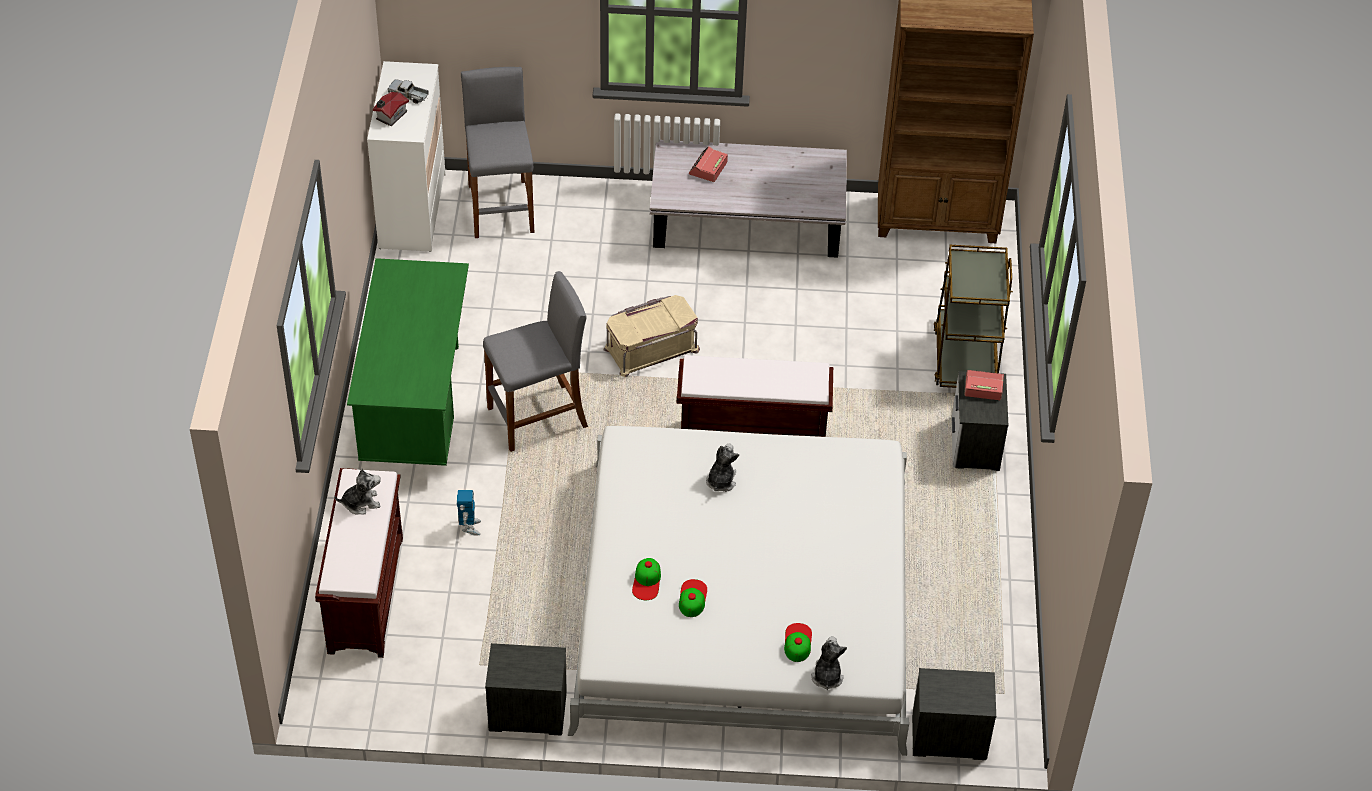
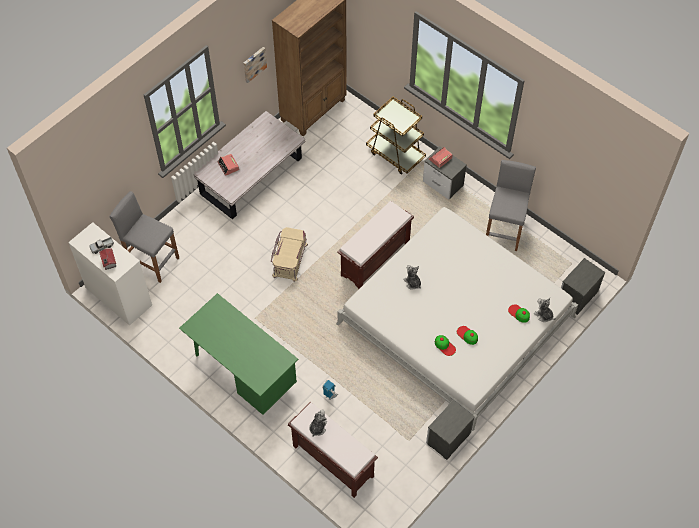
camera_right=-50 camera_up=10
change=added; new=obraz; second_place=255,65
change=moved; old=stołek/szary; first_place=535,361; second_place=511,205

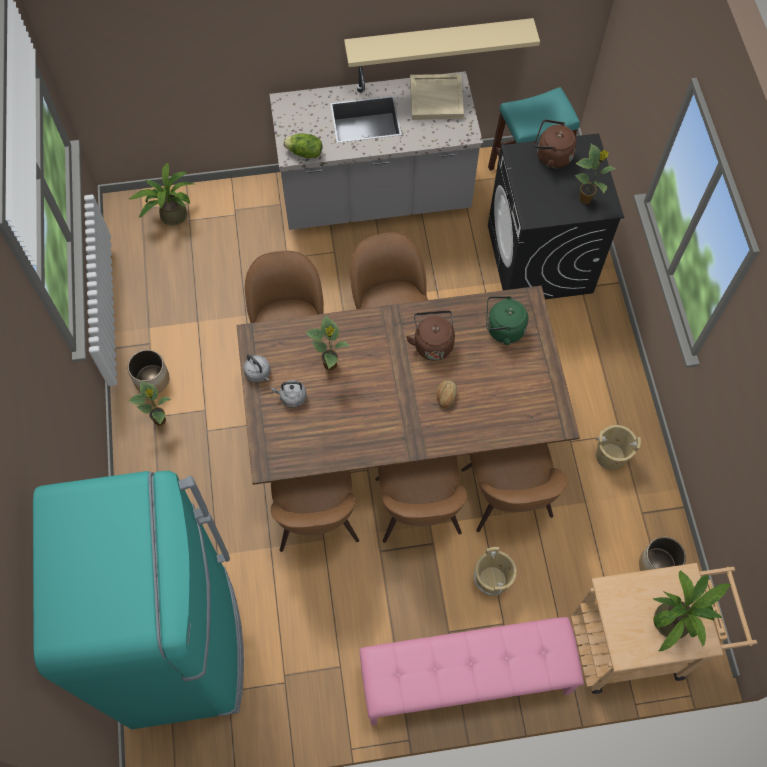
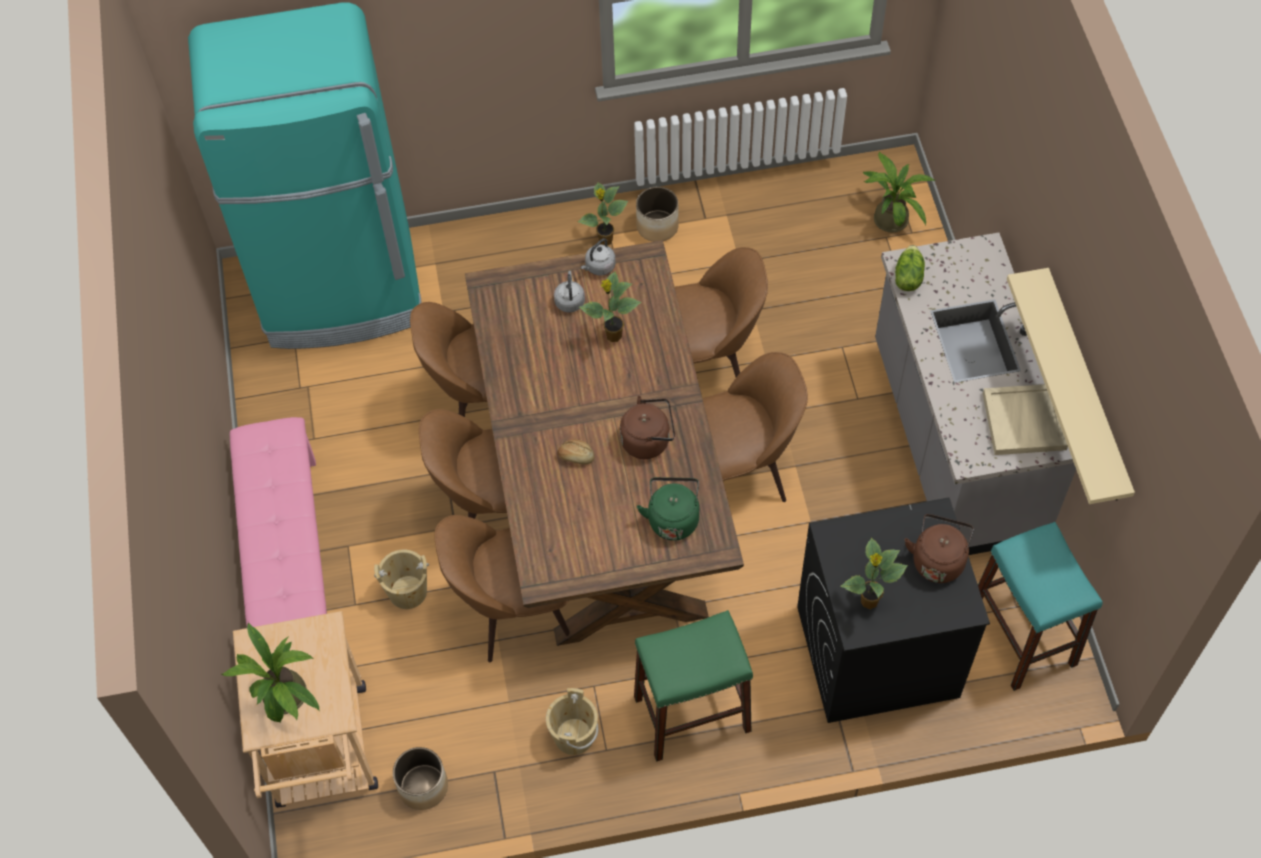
camera_right=90 camera_up=-5
change=added; new=stołek/zielony; second_place=693,686

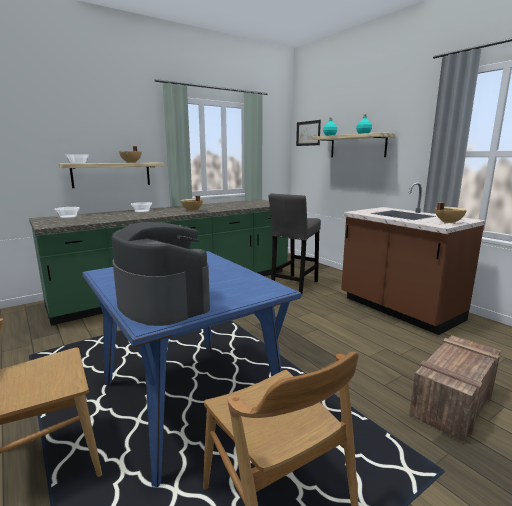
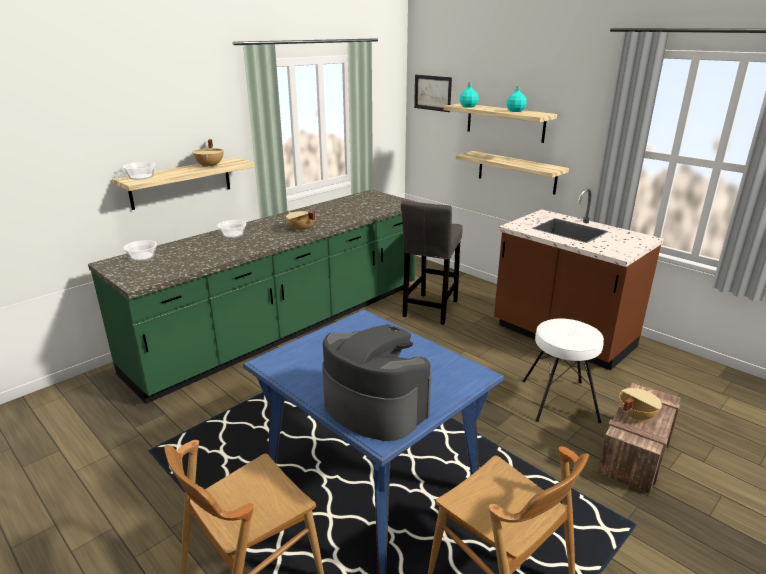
camera_right=-10 camera_up=10
change=added; new=półka; second_place=512,173
change=added; new=stołek/biały; second_place=563,370
change=moved; old=garnek/beżowy; first_place=451,213; second_place=640,404

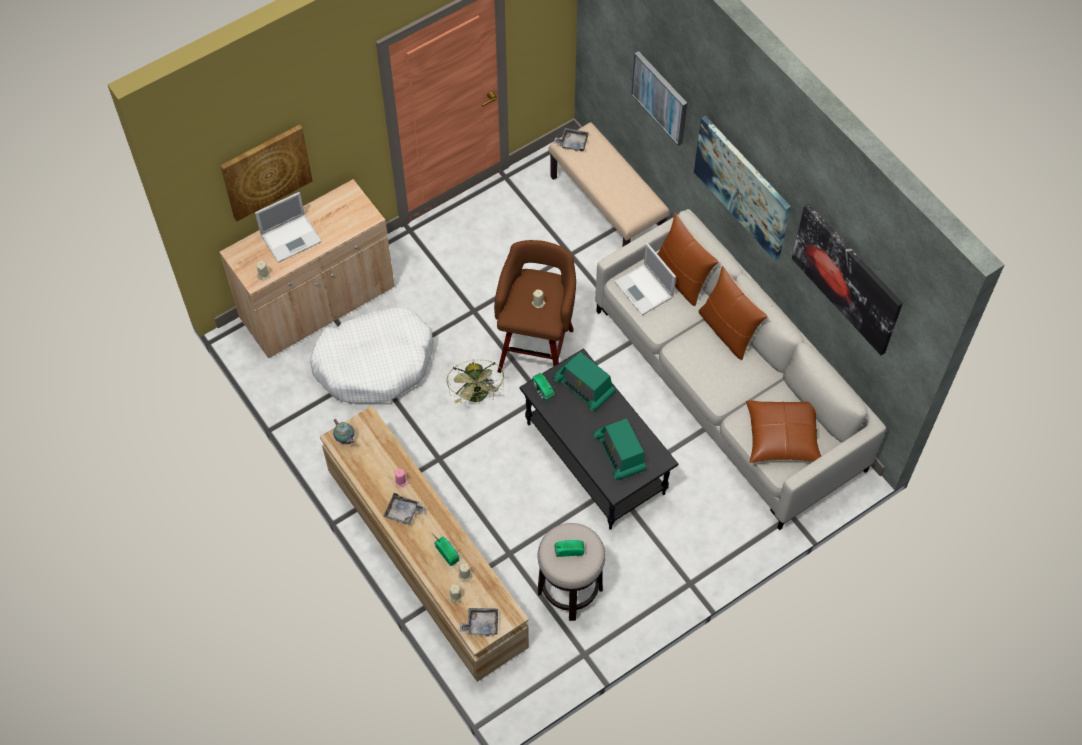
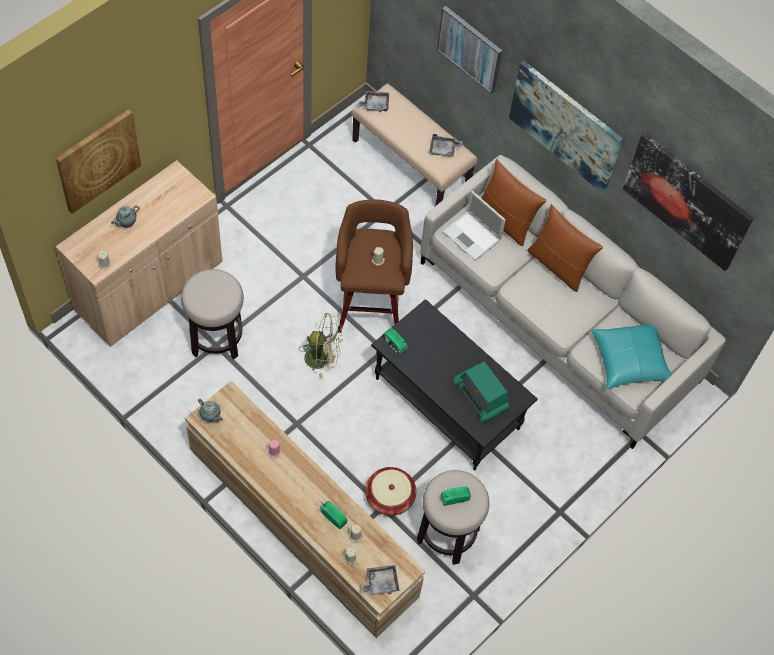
camera_right=-15 camera_up=0
change=removed; old=radio; first_place=584,382
change=added; new=koszyk; second_place=390,491
change=moved; old=taca/szary; first_place=404,509; second_place=446,145
change=replaced; old=laptop; new=imbryk; first_place=288,227; second_place=125,216
change=replaced; old=legowisko/biały; new=stołek; first_place=372,356; second_place=212,314
change=recoloured; old=poduszka/brązowy; new=poduszka/turkusowy; first_place=783,431; second_place=631,356
change=turned; old=wentylator/zielony; first_place=475,381; second_place=320,346; degrees=-60

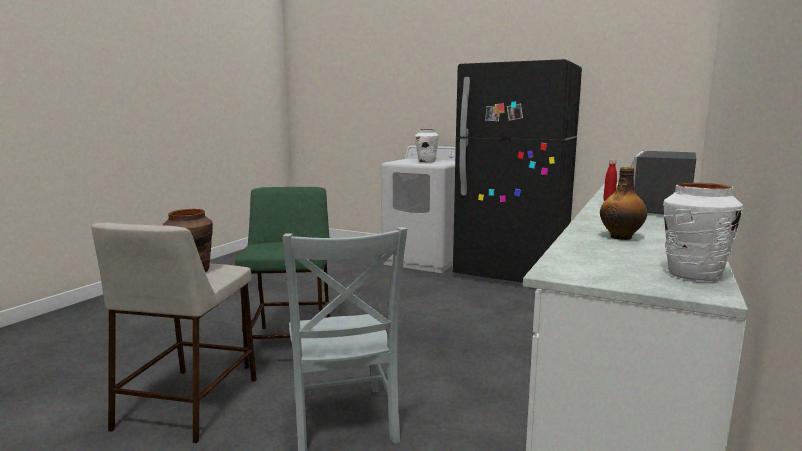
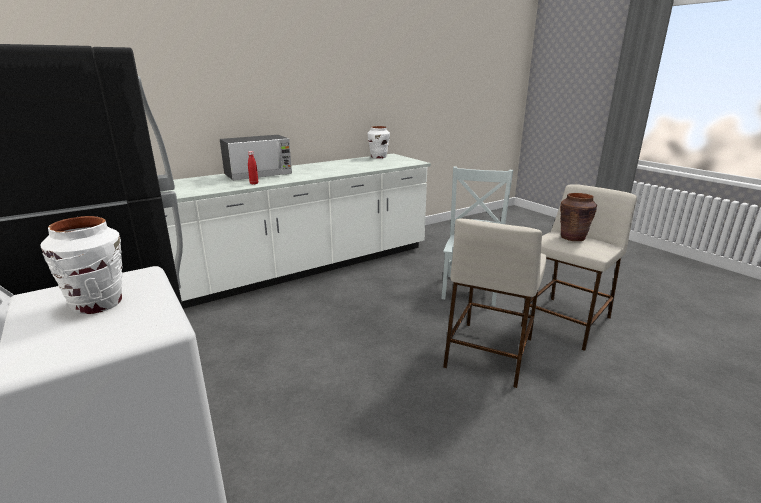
camera_right=-150 camera_up=10
change=removed; old=butelka; first_place=623,203
change=recoloured; old=stołek/zielony; new=stołek/beżowy; first_place=282,277; second_place=495,303

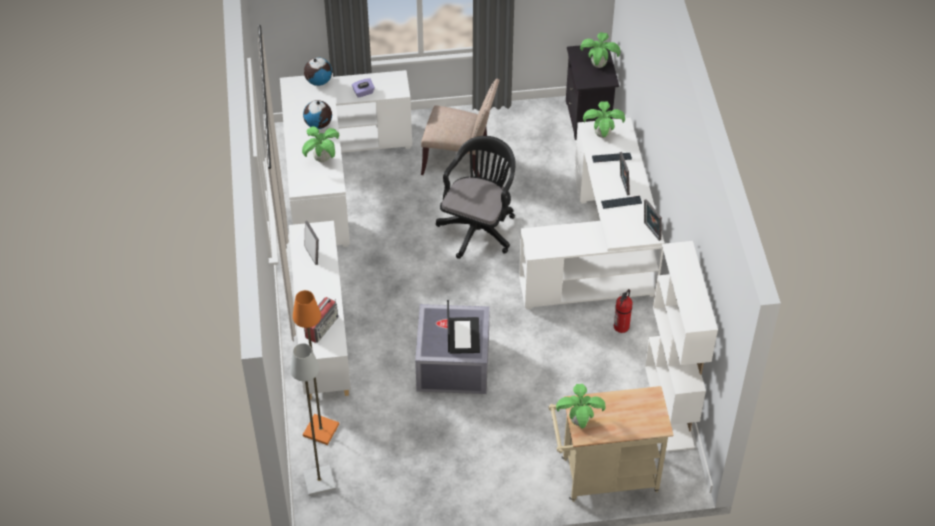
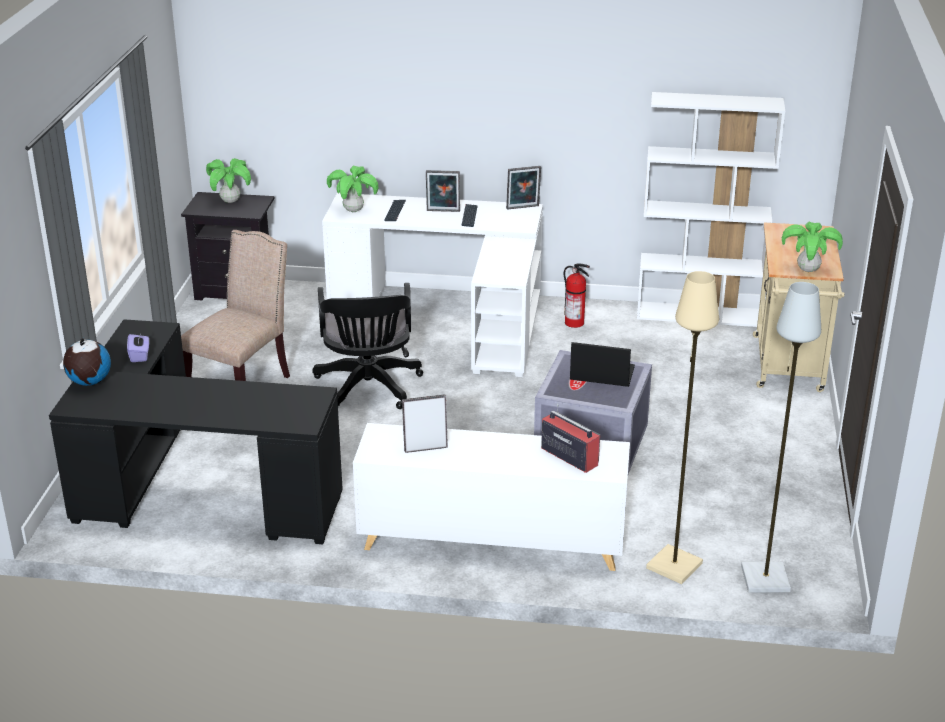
camera_right=-75 camera_up=-20
change=removed; old=roślina doniczkowa; first_place=320,144
change=removed; old=globus; first_place=317,114
change=recoloured; old=biurko/biały; new=biurko/czarny; first_place=346,158; second_place=196,431
change=recoloured; old=lampa stojąca/pomarańczowy; new=lampa stojąca/beżowy; first_place=316,367; second_place=682,427
change=turned; old=krzesło biurowe/czarny; first_place=476,197; second_place=367,346; degrees=-135

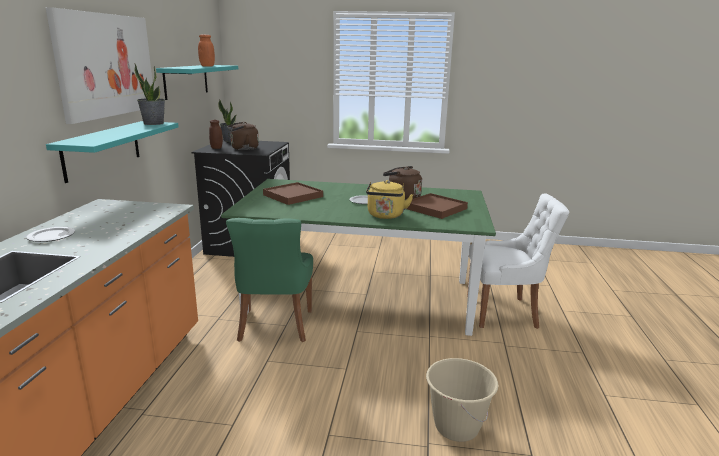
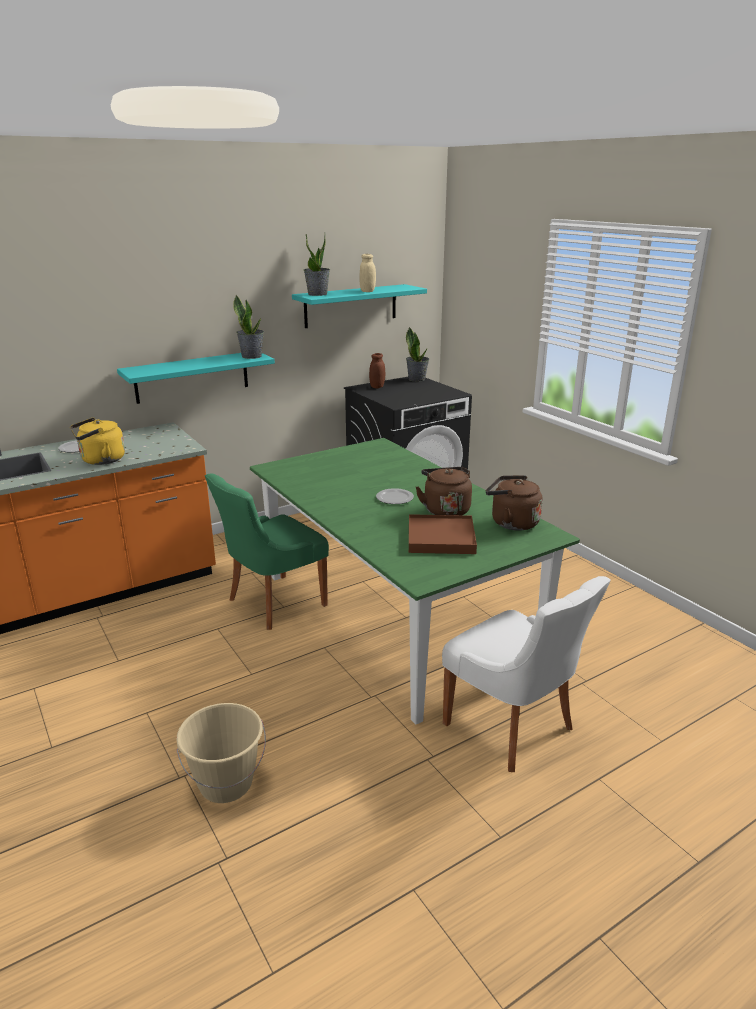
camera_right=50 camera_up=5
change=removed; old=obraz; first_place=100,65
change=removed; old=taca/brązowy; first_place=293,193
change=added; new=roślina doniczkowa; second_place=317,264
change=moved; old=czajnik/brązowy; first_place=243,136; second_place=514,503
change=moved; old=czajnik/żółty; first_place=390,199; second_place=97,441
change=recoloured; old=słoik/pomarańczowy; new=słoik/beżowy; first_place=206,50; second_place=367,273

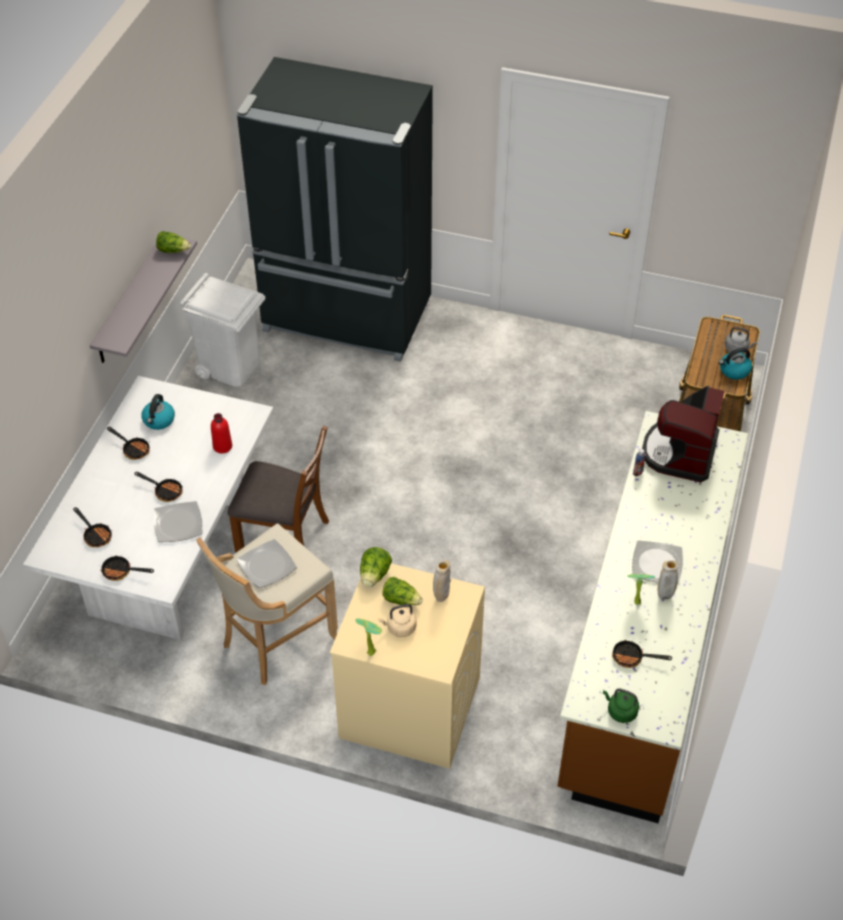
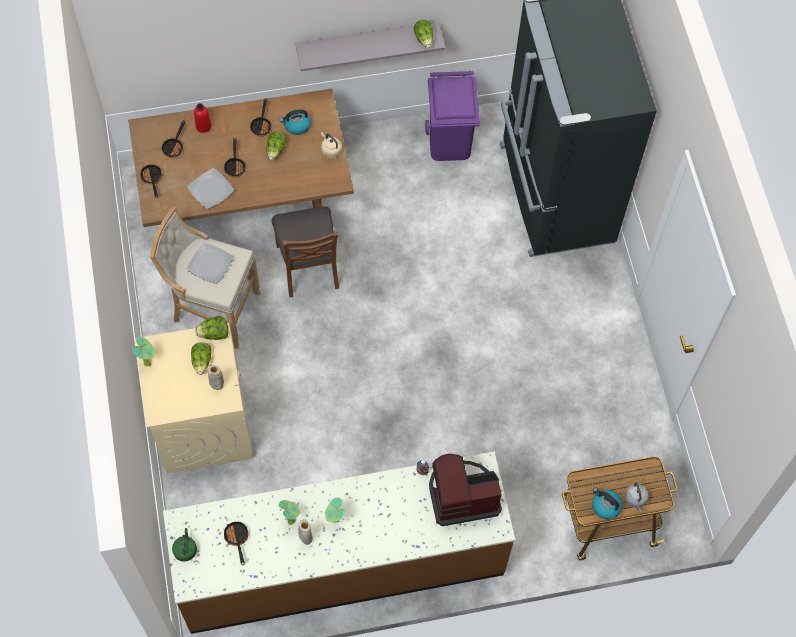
camera_right=60 camera_up=15
change=added; new=sałata; second_place=276,146
change=moved; old=butelka/czerwony; first_place=221,433; second_place=202,118
change=moved; old=czajnik/beżowy; first_place=397,620; second_place=331,145
change=replaced; old=talerz; new=roślina doniczkowa; first_place=657,561; second_place=335,510
change=recoloured; old=stół jadalny/biały; new=stół jadalny/brązowy; first_place=148,508; second_place=241,158
change=recoloured; old=kosz na śmieci/biały; new=kosz na śmieci/fioletowy; first_place=223,330; second_place=452,116

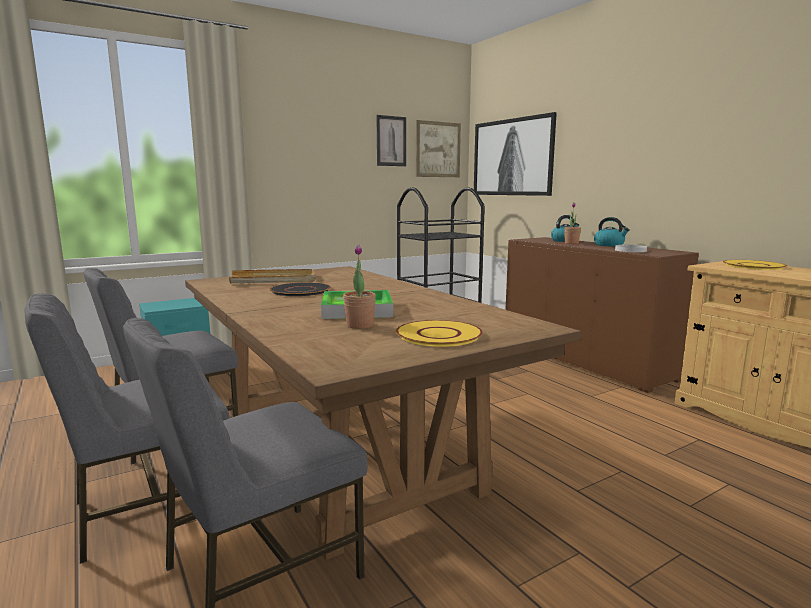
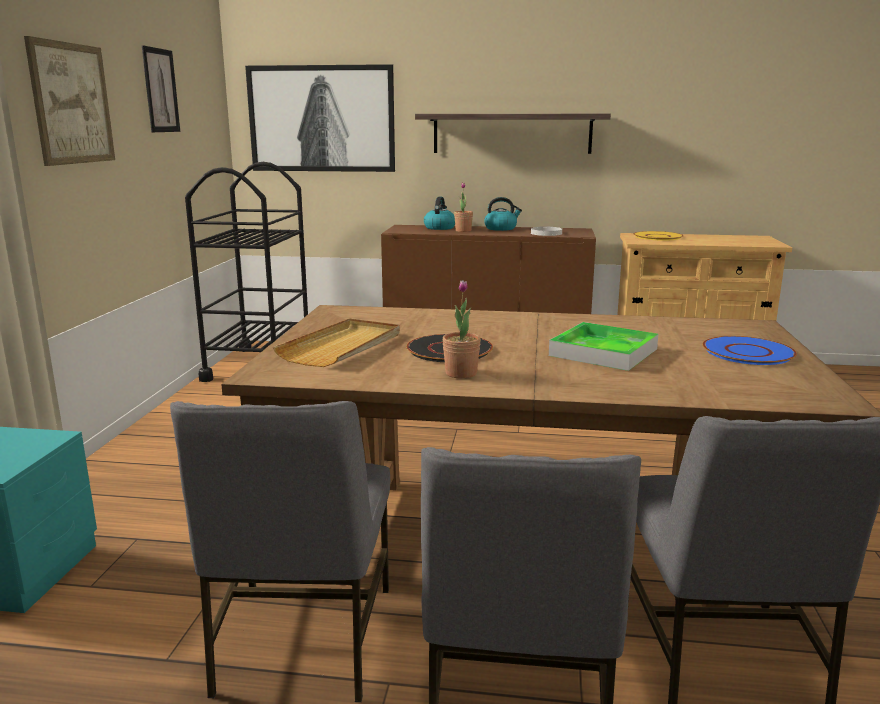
camera_right=-50 camera_up=5
change=added; new=półka; second_place=513,134
change=moved; old=roślina doniczkowa; first_place=359,287; second_place=461,329
change=moved; old=obraz; first_place=438,148; second_place=69,101
change=recoloured; old=talerz/żółty; new=talerz/niebieski; first_place=439,333; second_place=749,350

